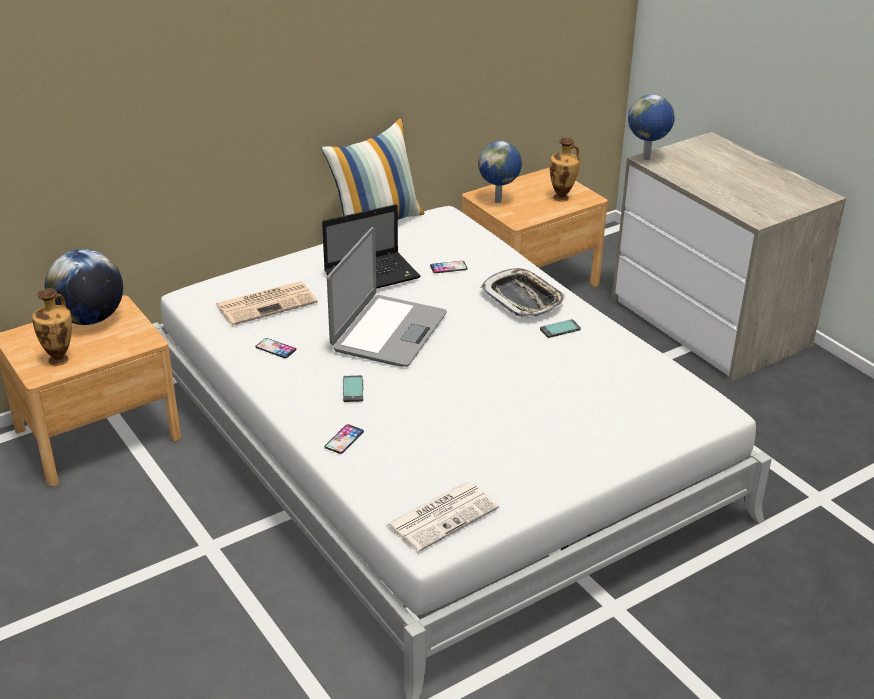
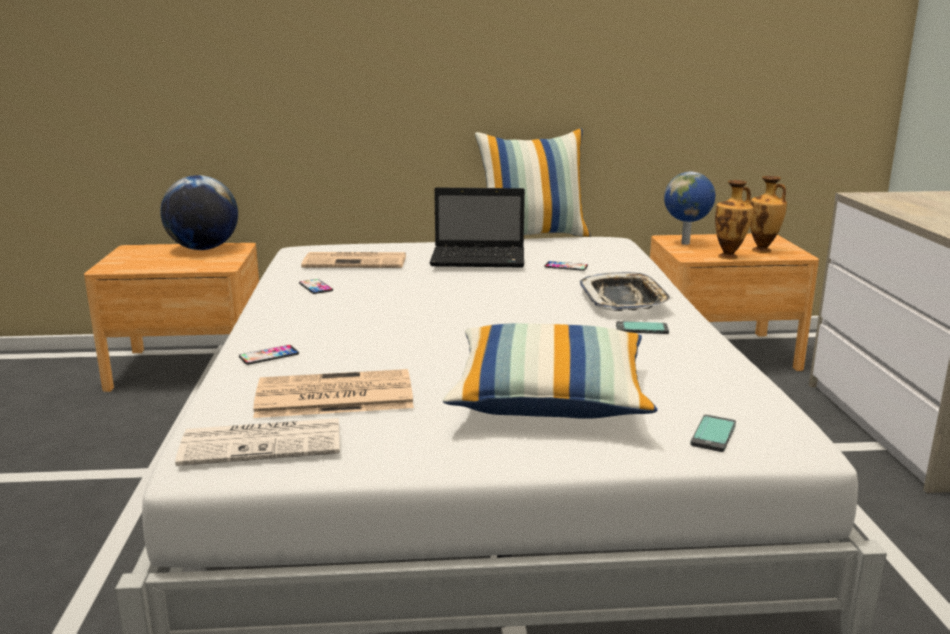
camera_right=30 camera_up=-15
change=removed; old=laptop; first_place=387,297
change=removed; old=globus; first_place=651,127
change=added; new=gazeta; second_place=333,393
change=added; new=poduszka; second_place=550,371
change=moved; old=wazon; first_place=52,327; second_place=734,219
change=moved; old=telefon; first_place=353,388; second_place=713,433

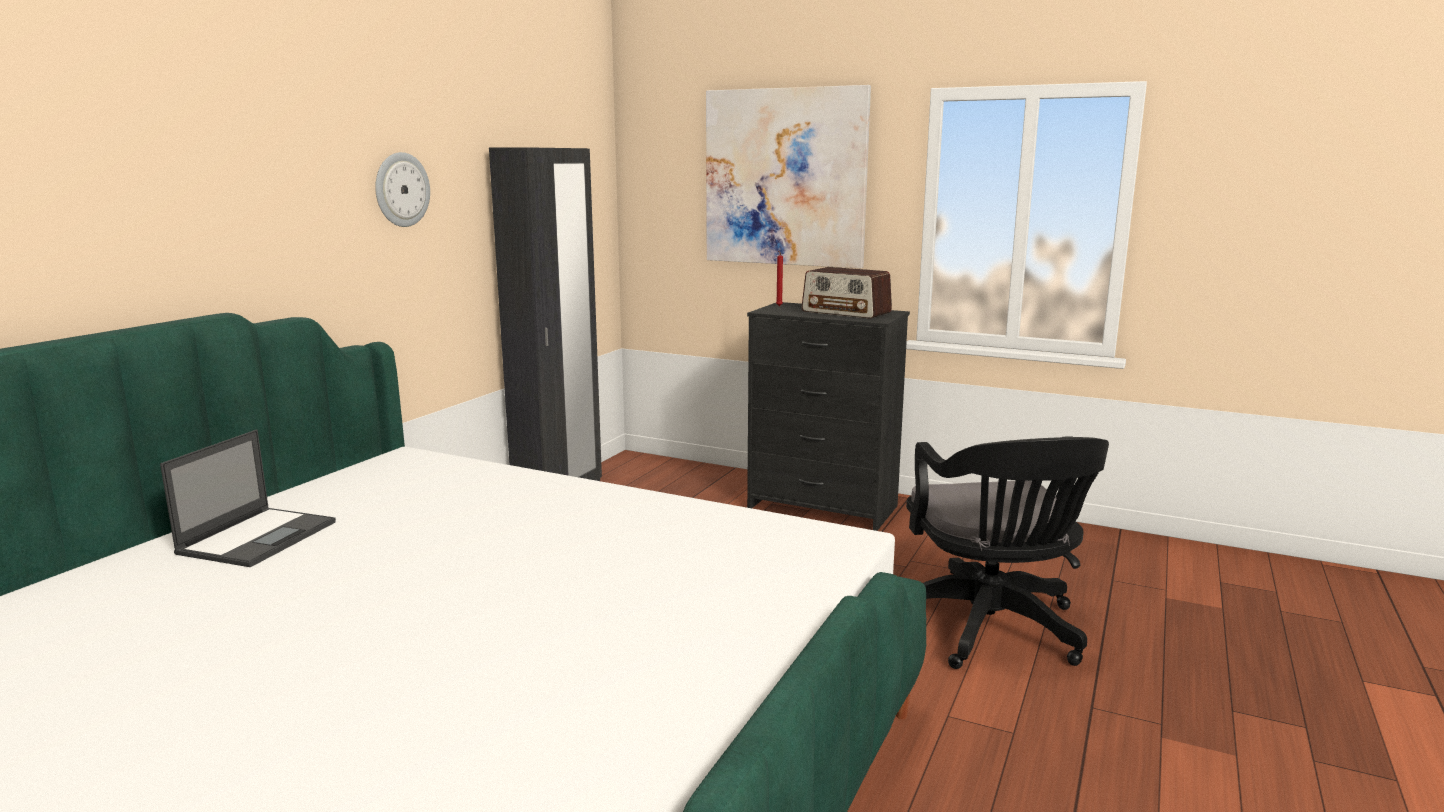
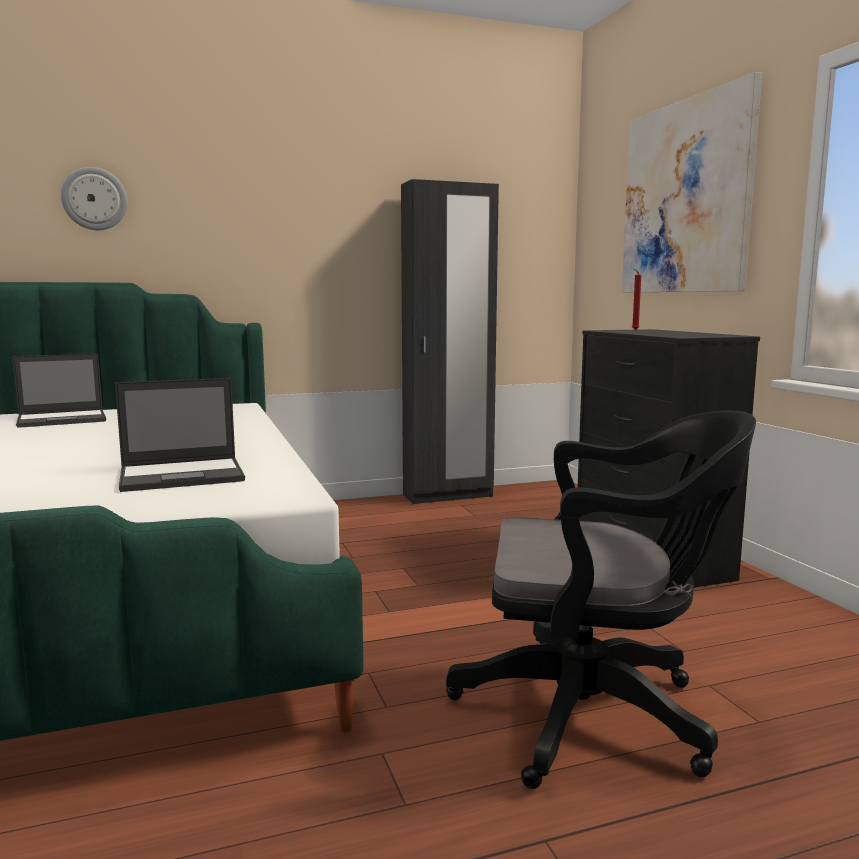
camera_right=45 camera_up=-5
change=removed; old=radio; first_place=847,293
change=added; new=laptop; second_place=180,435
change=moved; old=zegar ścienny; first_place=402,189; second_place=94,198
change=turned; old=krzesło biurowe/czarny; first_place=1007,552; second_place=601,599; degrees=-120

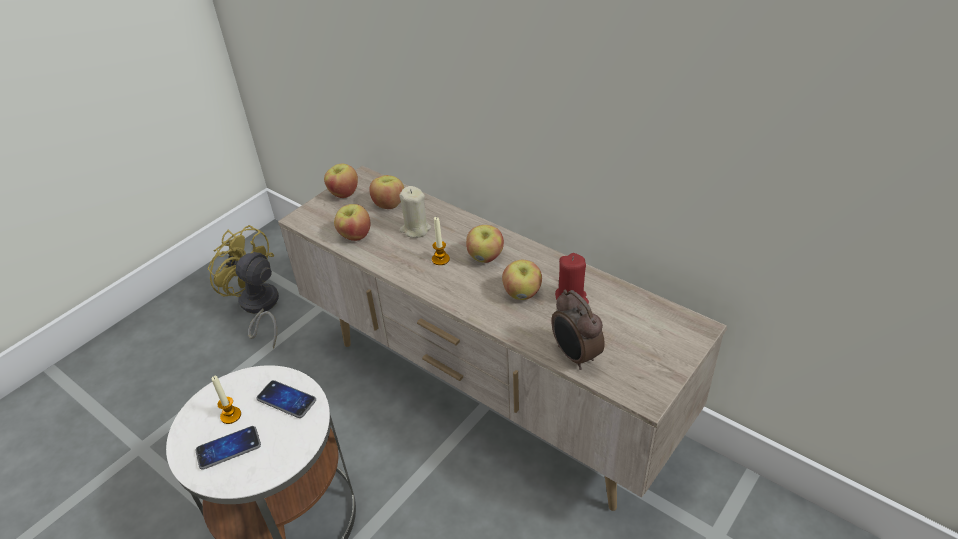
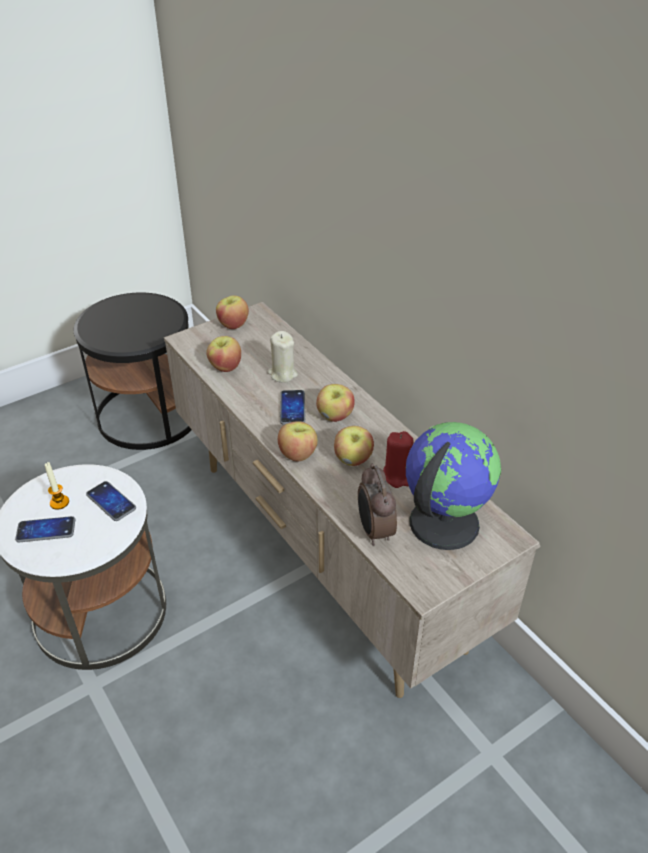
camera_right=15 camera_up=0
change=added; new=globus; second_place=453,486
change=moved; old=jabłko; first_place=386,192; second_place=298,441
change=replaced; old=wentylator/żółty; new=stolik/czarny; first_place=243,287; second_place=133,371
change=replaced; old=świeca; new=telefon; first_place=441,241; second_place=292,407

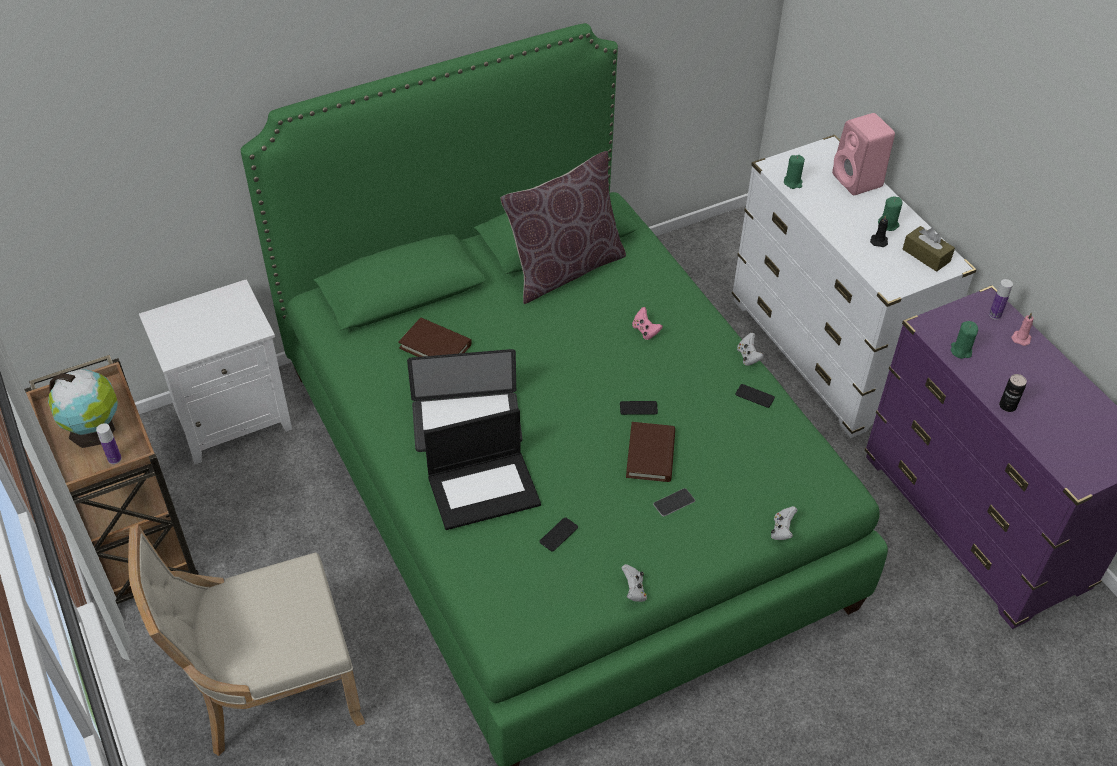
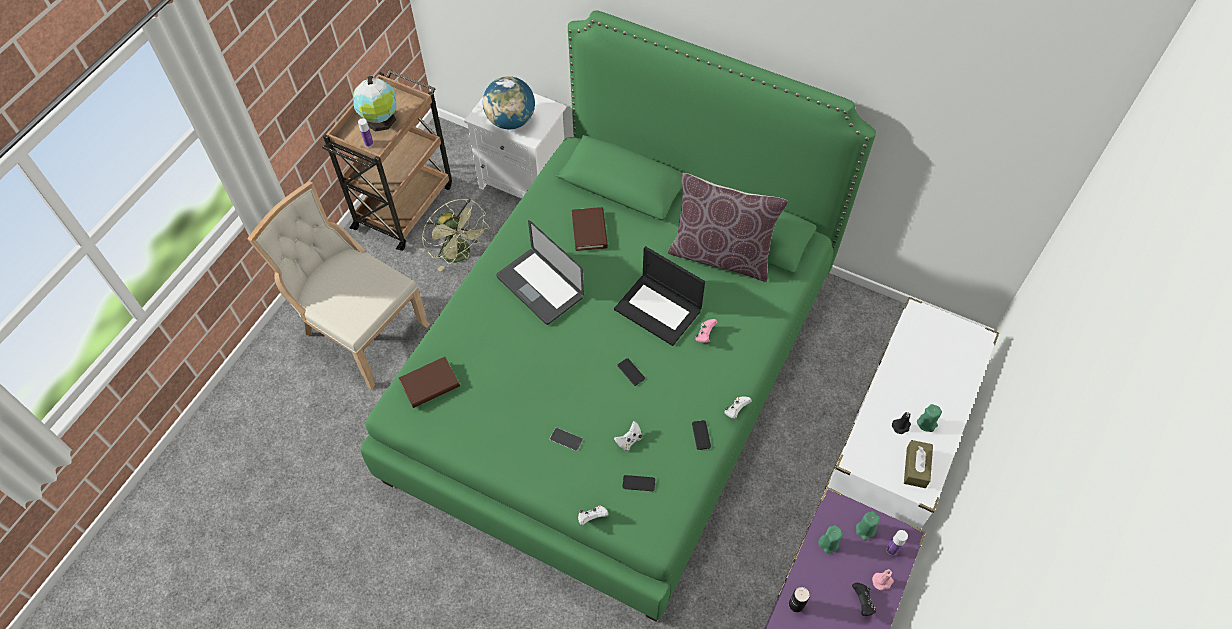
camera_right=55 camera_up=10
change=removed; old=głośnik/różowy; first_place=863,154
change=added; new=wentylator/zielony; second_place=456,235
change=added; new=globus; second_place=509,102
change=added; new=pad do gier/czarny; second_place=864,599
change=moved; old=laptop; first_place=482,469; second_place=659,296
change=moved; old=telefon; first_place=559,534; second_place=639,483
change=moved; old=pad do gier/biały; first_place=634,583; second_place=628,436
change=moved; old=książka/brązowy; first_place=650,452; second_place=429,382
change=moved; old=świeca/zielony; first_place=794,172; second_place=868,526

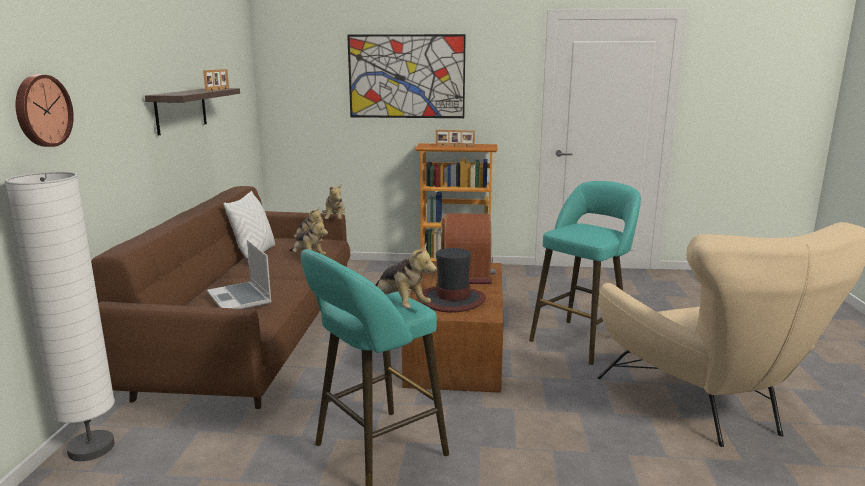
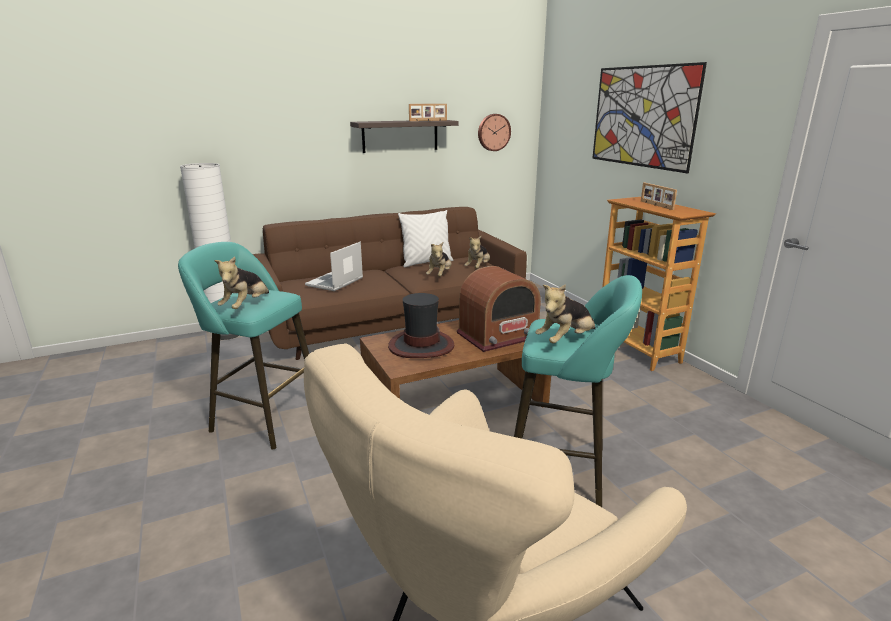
camera_right=60 camera_up=5
change=moved; old=zegar ścienny; first_place=44,111; second_place=494,132
change=moved; old=pluszak; first_place=333,202; second_place=565,313

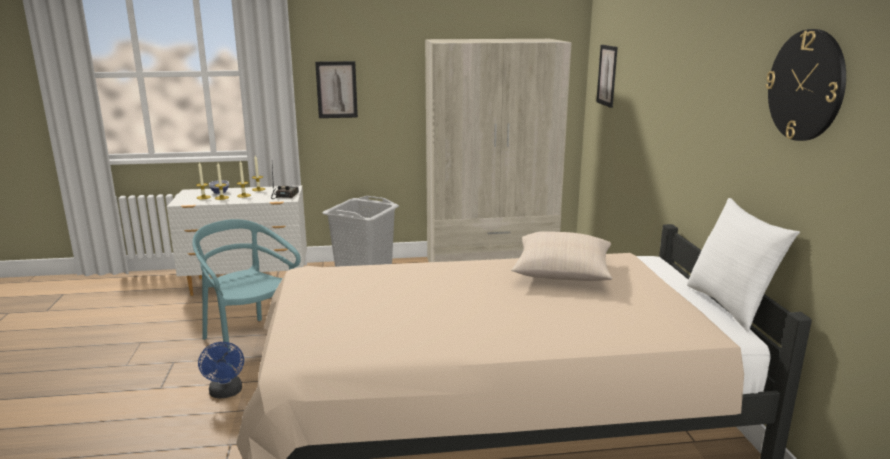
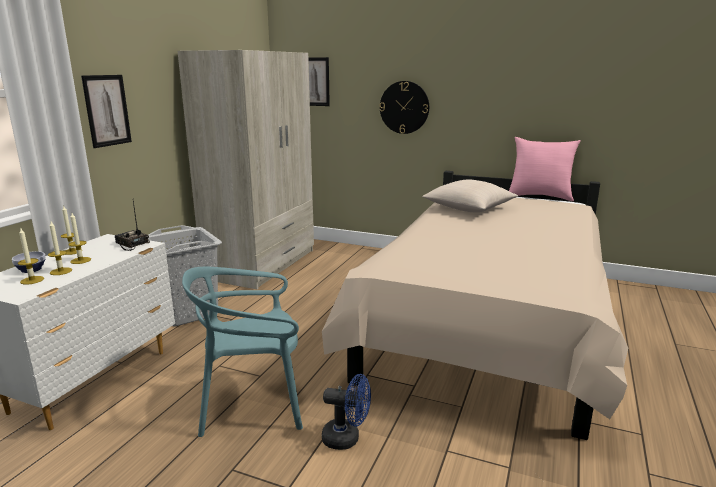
camera_right=-60 camera_up=0
change=moved; old=zegar ścienny; first_place=806,85; second_place=404,107
change=recoloured; old=poduszka/biały; new=poduszka/różowy; first_place=743,265; second_place=545,169

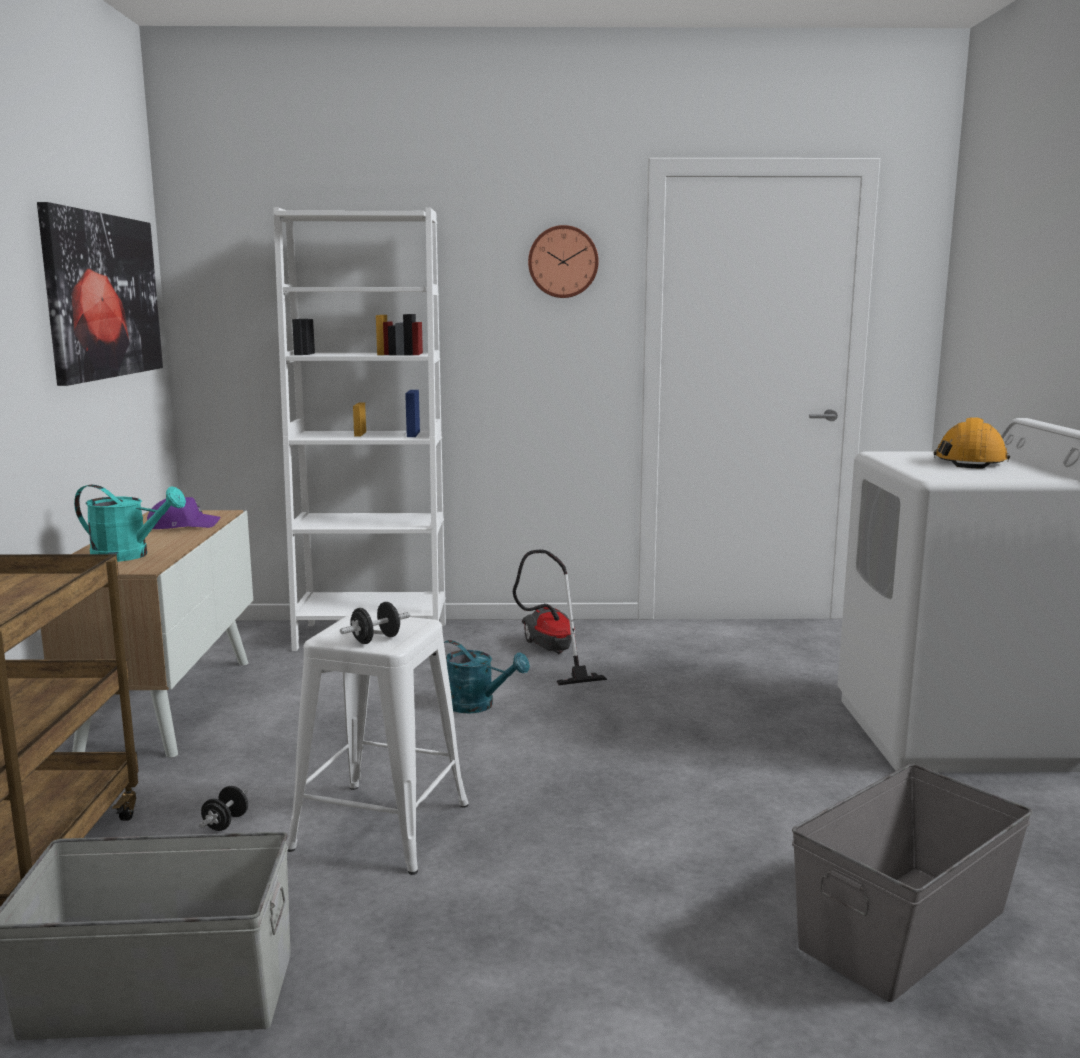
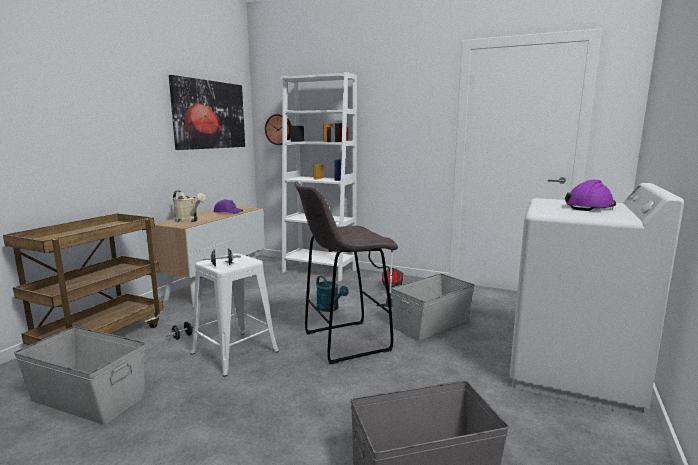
camera_right=25 camera_up=0
change=added; new=stołek/szary; second_place=346,273
change=added; new=pojemnik do przechowywania/szary; second_place=433,307
change=moved; old=zegar ścienny; first_place=563,261; second_place=278,129
change=recoloured; old=konewka/turkusowy; new=konewka/beżowy; first_place=130,523; second_place=189,206
change=recoloured; old=kask/pomarańczowy; new=kask/fioletowy; first_place=972,443; second_place=590,195

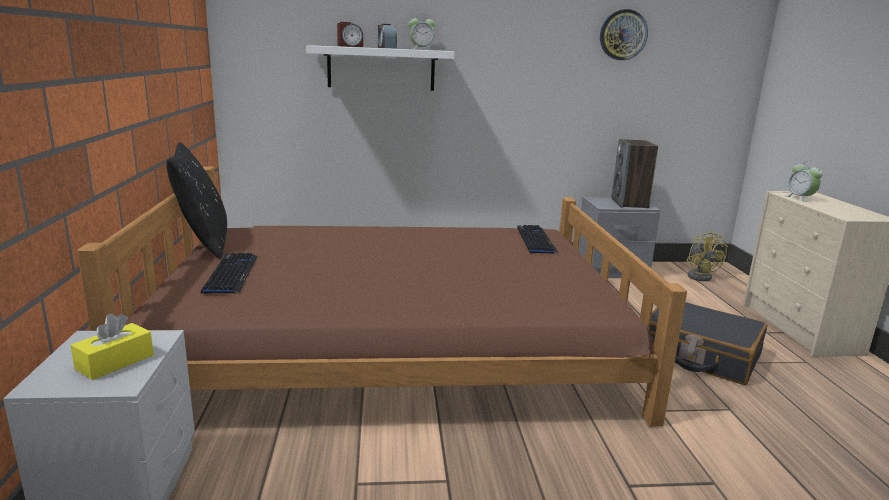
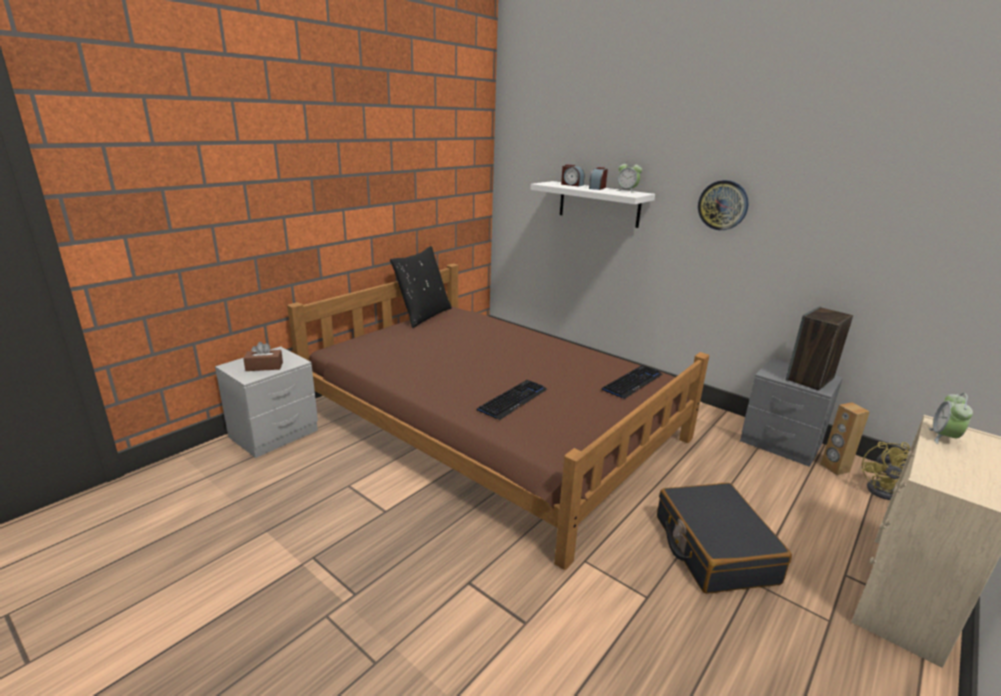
camera_right=45 camera_up=5
change=added; new=głośnik/brązowy; second_place=845,438
change=moved; old=klawiatura; first_place=229,273; second_place=512,400
change=moved; old=zegar ścienny; first_place=624,34; second_place=723,205
change=recoloured; old=pudełko chusteczek/żółty; new=pudełko chusteczek/brązowy; first_place=112,347; second_place=263,356

